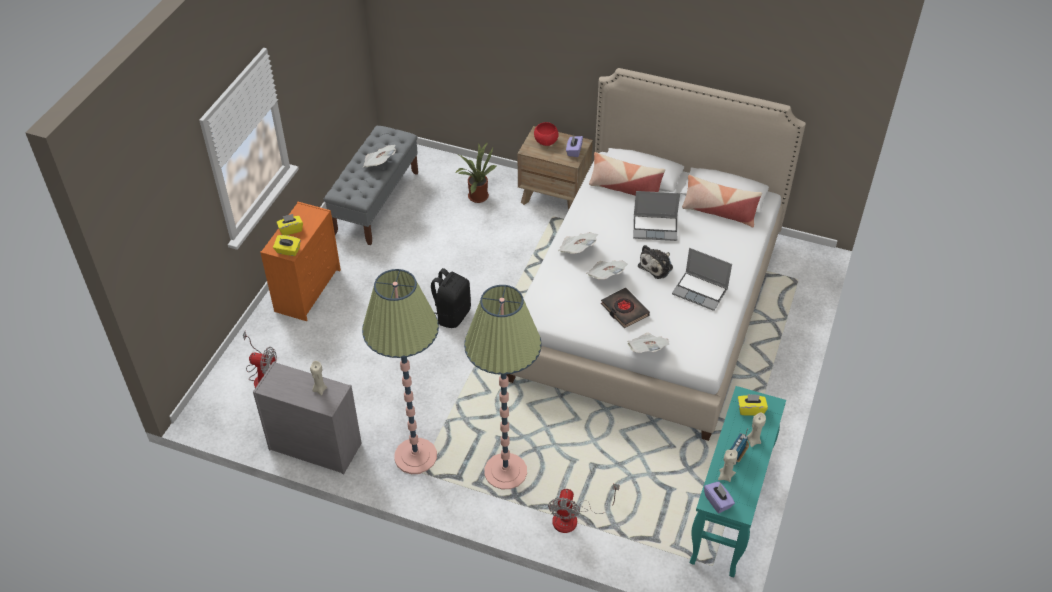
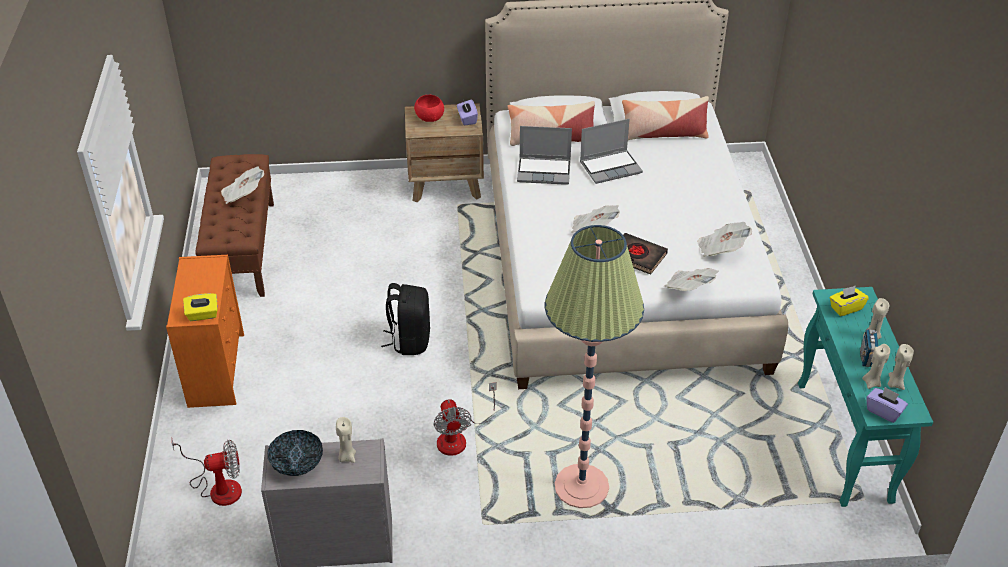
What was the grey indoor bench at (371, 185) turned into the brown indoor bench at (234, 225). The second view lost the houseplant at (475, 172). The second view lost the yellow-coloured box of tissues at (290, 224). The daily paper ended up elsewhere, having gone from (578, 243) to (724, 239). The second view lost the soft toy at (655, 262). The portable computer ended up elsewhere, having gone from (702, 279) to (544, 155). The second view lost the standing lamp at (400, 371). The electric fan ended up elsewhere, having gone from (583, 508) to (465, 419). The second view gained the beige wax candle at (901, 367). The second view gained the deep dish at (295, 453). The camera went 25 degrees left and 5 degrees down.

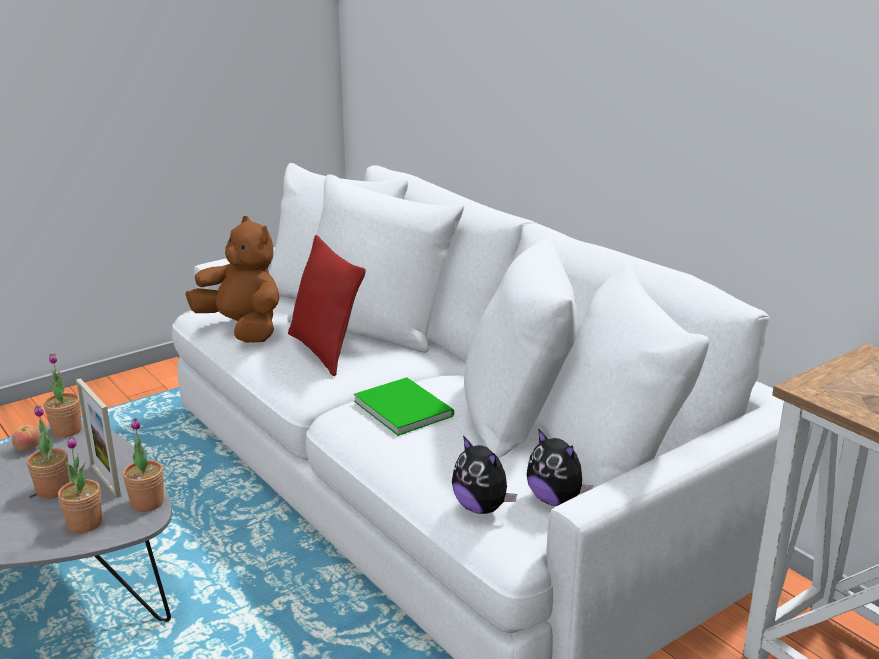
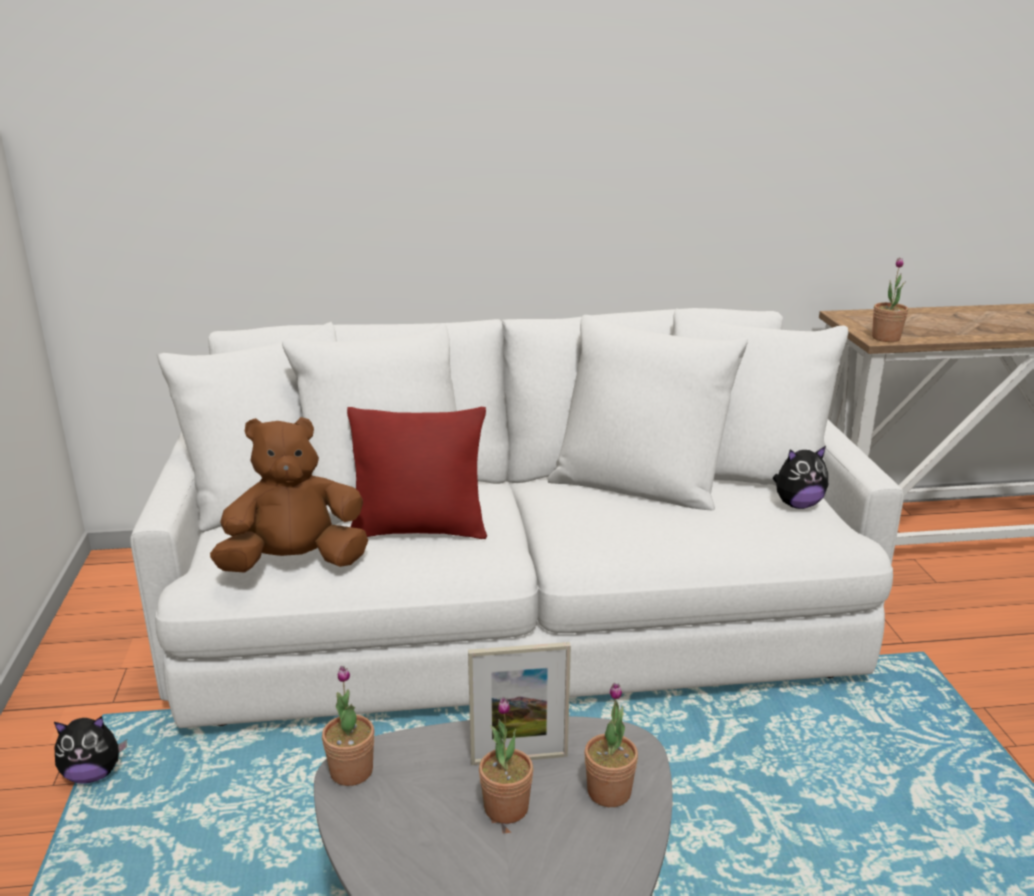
The second view lost the green volume at (404, 406). The houseplant ended up elsewhere, having gone from (143, 465) to (890, 299). The second view lost the apple fruit at (26, 438). The soft toy ended up elsewhere, having gone from (484, 474) to (90, 750). The camera went 60 degrees left and 0 degrees up.

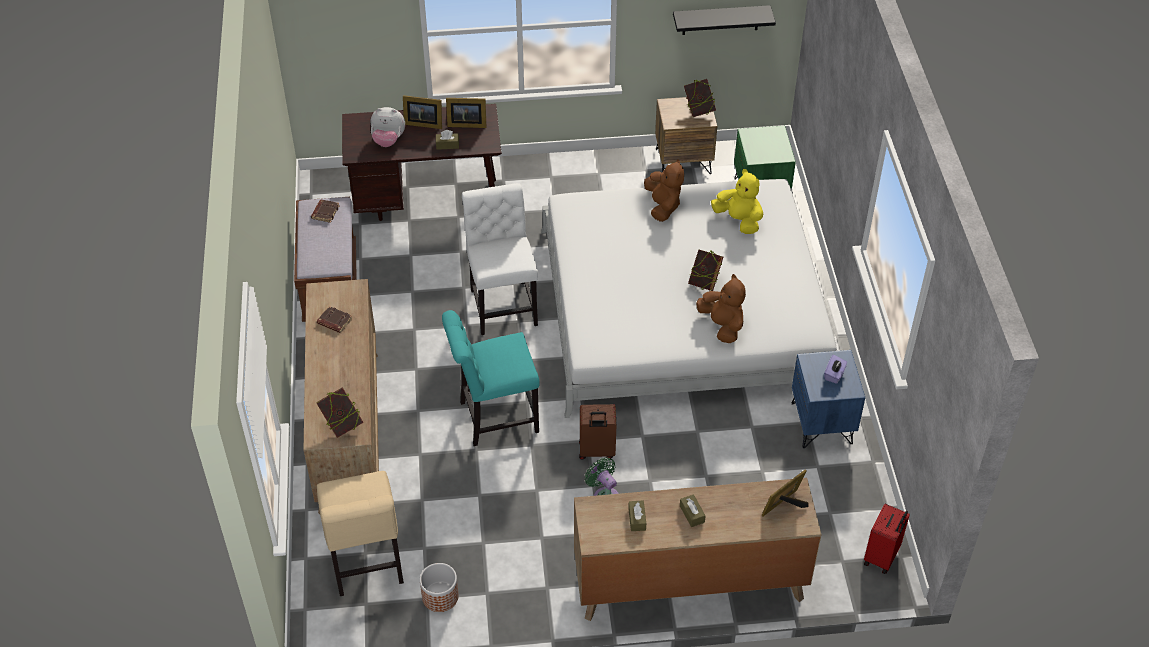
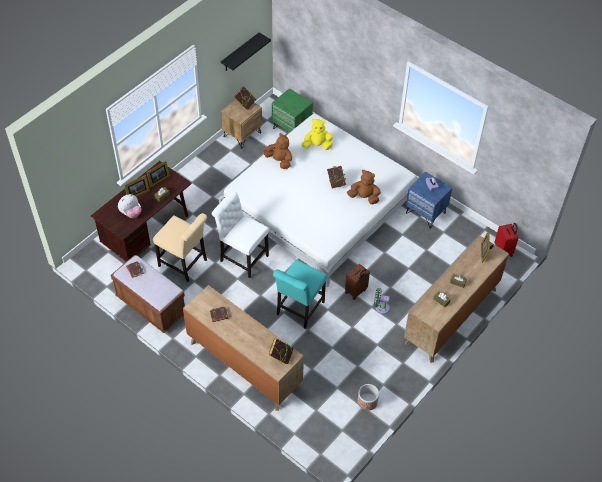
The beige plain chair ended up elsewhere, having gone from (360, 533) to (180, 247). The camera went 45 degrees left and 5 degrees up.

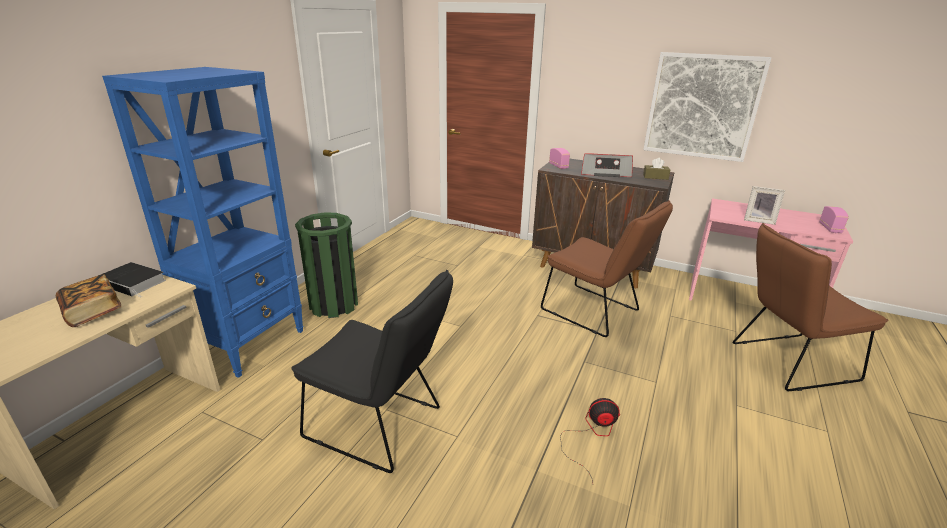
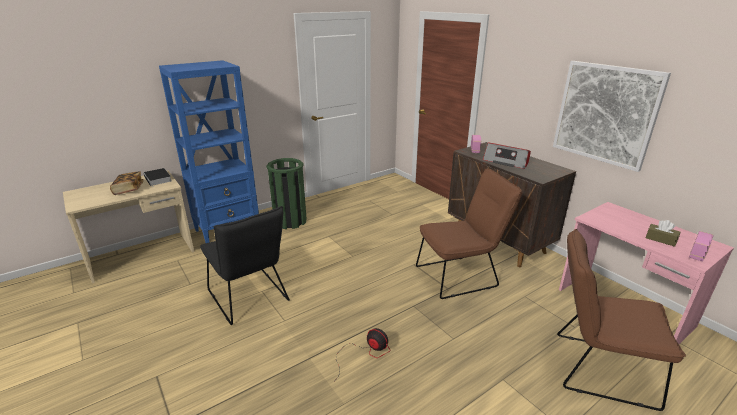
The brown box of tissues ended up elsewhere, having gone from (656, 169) to (663, 233). The second view lost the photo frame at (764, 205). The brown plain chair at (607, 268) ended up facing another way, 90 degrees counterclockwise from before. The camera went 30 degrees right and 0 degrees up.

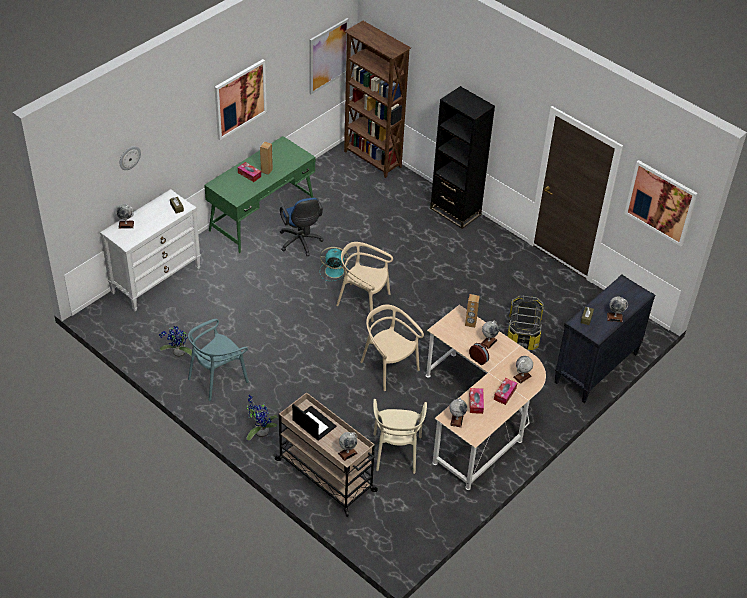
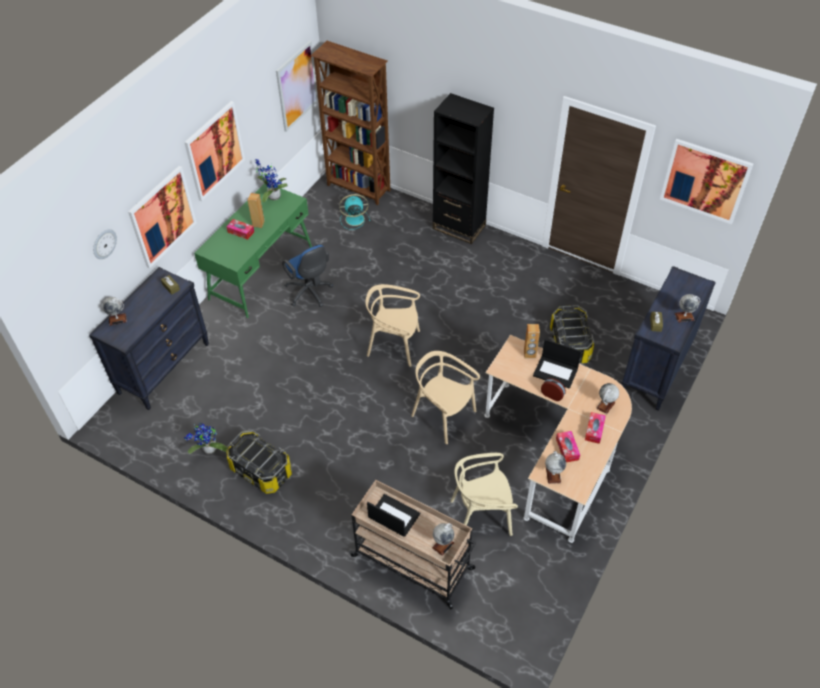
What was the white dresser at (150, 250) turned into the black-coloured dresser at (149, 338). The blue-green electric fan ended up elsewhere, having gone from (334, 264) to (354, 212). Where the blue-green plain chair stood at (218, 360), the storage bin came to stand at (259, 462). Where the world globe stood at (490, 334), the portable computer came to stand at (557, 364). The houseplant ended up elsewhere, having gone from (262, 418) to (271, 180). The beige plain chair at (400, 436) ended up facing another way, 90 degrees clockwise from before. The second view gained the picture at (162, 217). The camera went 10 degrees left and 5 degrees up.

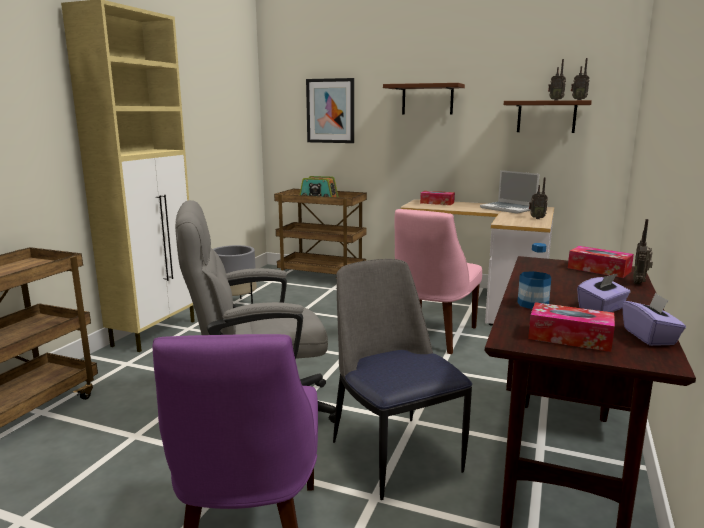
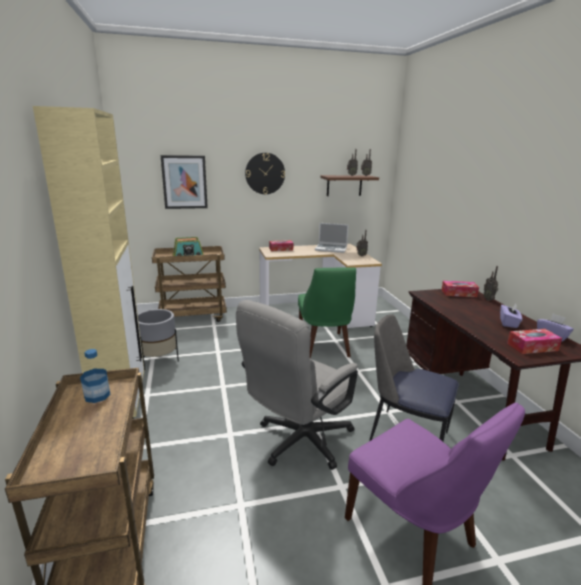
Where the brown shelf hung at (424, 99), the clock on the wall came to hang at (265, 173). What was the pinkish plain chair at (438, 281) turned into the green plain chair at (327, 313). The bottle ended up elsewhere, having gone from (534, 276) to (95, 376). The camera went 35 degrees left and 5 degrees up.

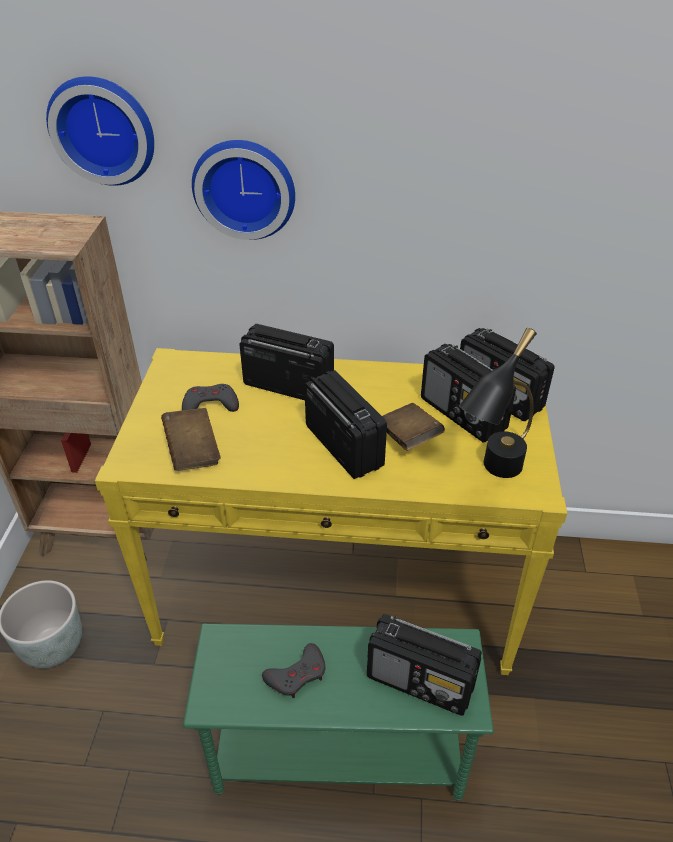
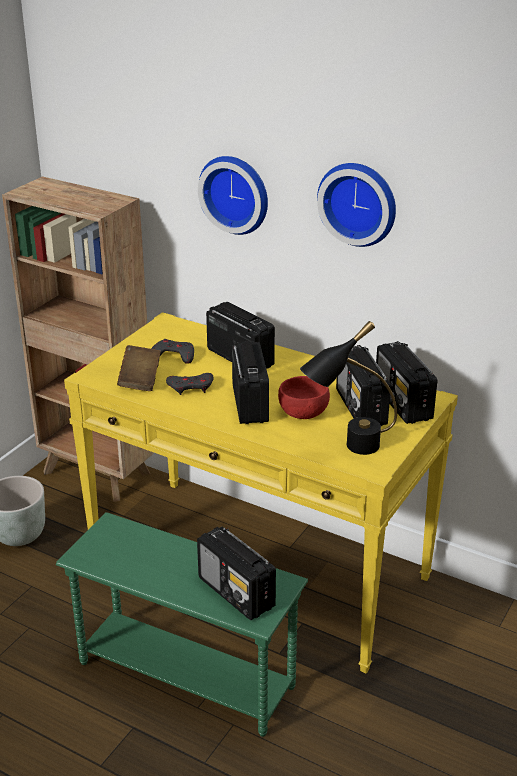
The clock on the wall ended up elsewhere, having gone from (100, 131) to (356, 205). Where the brown volume stood at (413, 427), the red deep dish came to stand at (304, 397). The grey gamepad ended up elsewhere, having gone from (293, 670) to (190, 384). The camera went 25 degrees right and 10 degrees down.

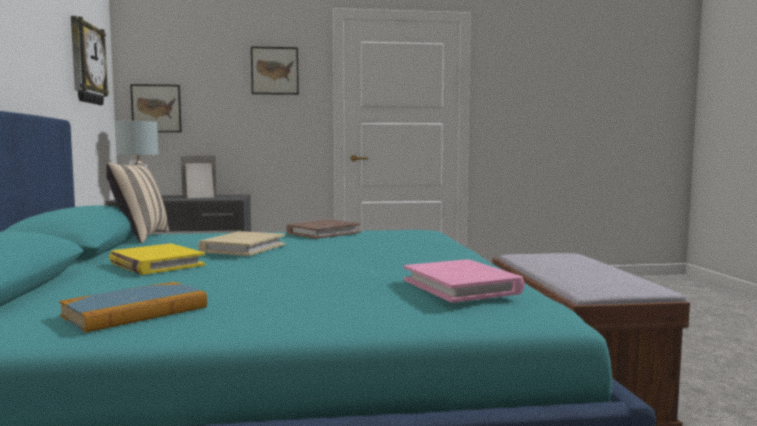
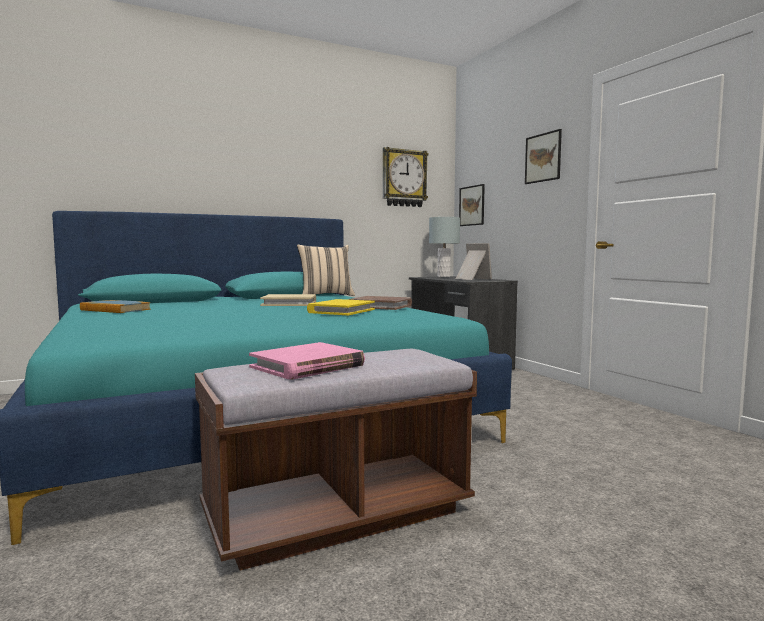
The yellow-coloured volume ended up elsewhere, having gone from (157, 259) to (341, 307). The pinkish volume ended up elsewhere, having gone from (464, 281) to (307, 360). The camera went 70 degrees right and 0 degrees up.

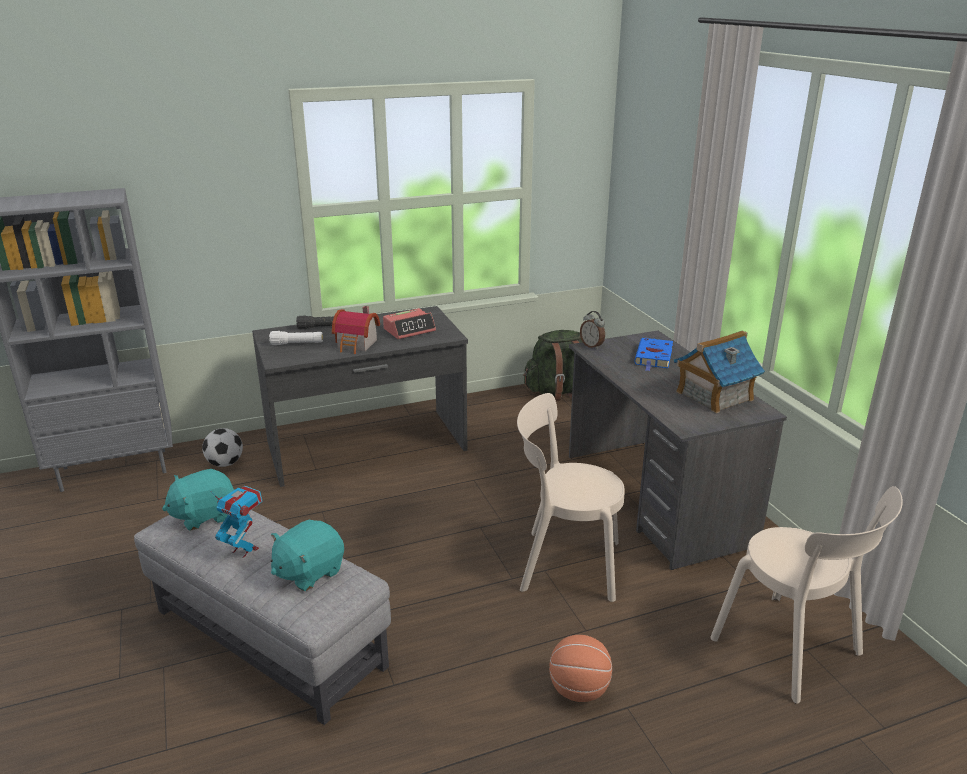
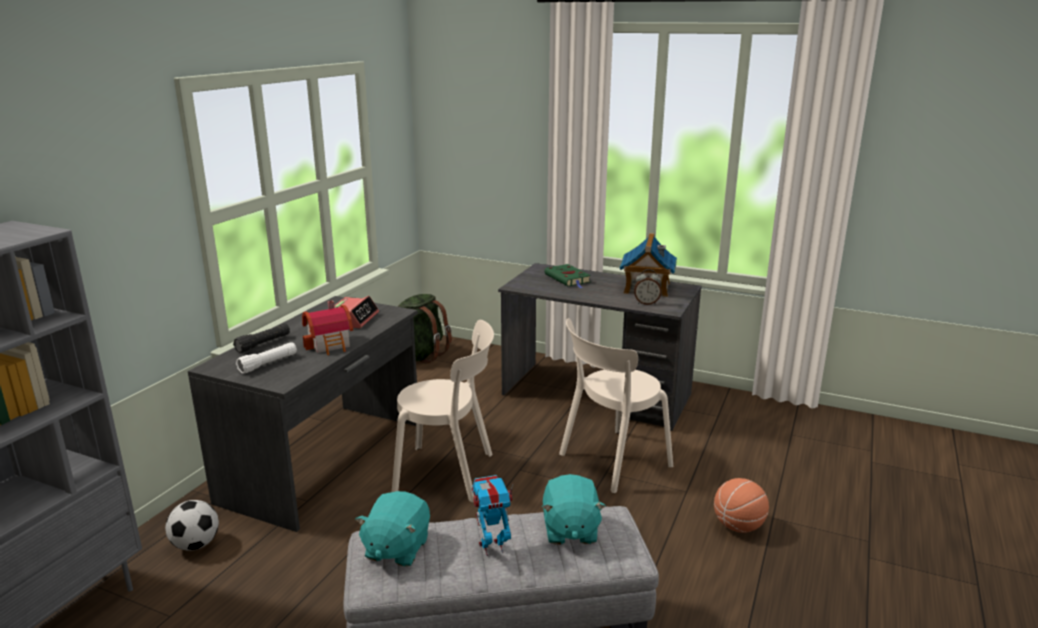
The alarm clock ended up elsewhere, having gone from (592, 330) to (647, 287). What was the blue-coloured volume at (653, 354) turned into the green volume at (567, 276). The beige plain chair ended up elsewhere, having gone from (806, 595) to (443, 411). The camera went 45 degrees left and 5 degrees down.

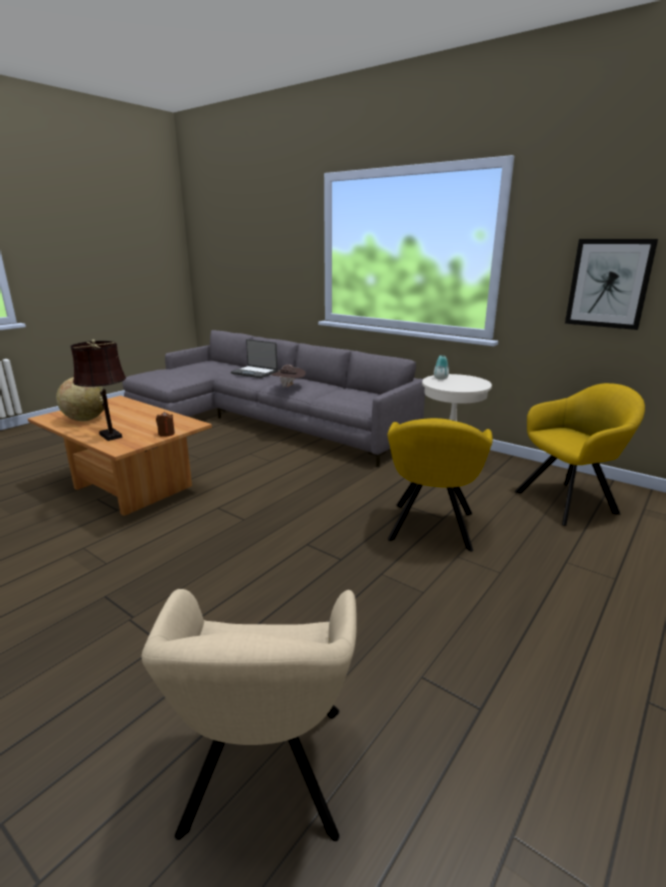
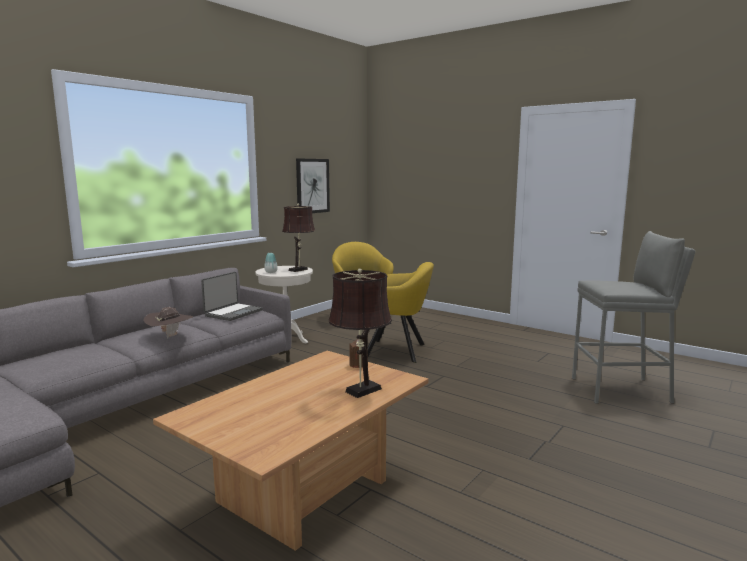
The portable computer ended up elsewhere, having gone from (254, 358) to (232, 296). The second view lost the world globe at (80, 399). Where the beige lounge chair stood at (249, 715), the grey sitting stool came to stand at (633, 317). The second view gained the brown tabletop lamp at (298, 238). The camera went 90 degrees left and 10 degrees down.

